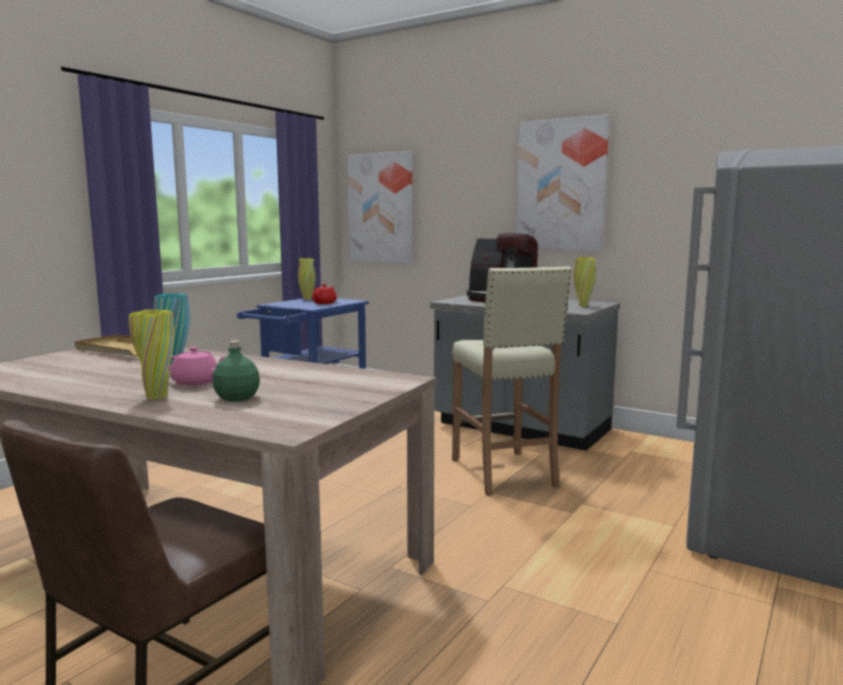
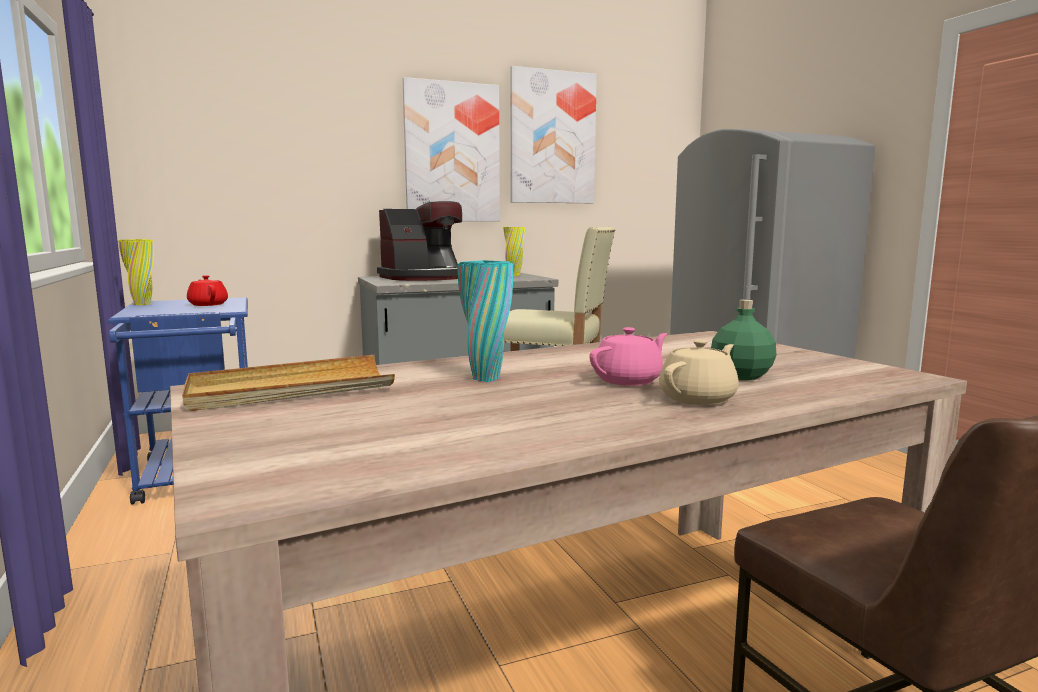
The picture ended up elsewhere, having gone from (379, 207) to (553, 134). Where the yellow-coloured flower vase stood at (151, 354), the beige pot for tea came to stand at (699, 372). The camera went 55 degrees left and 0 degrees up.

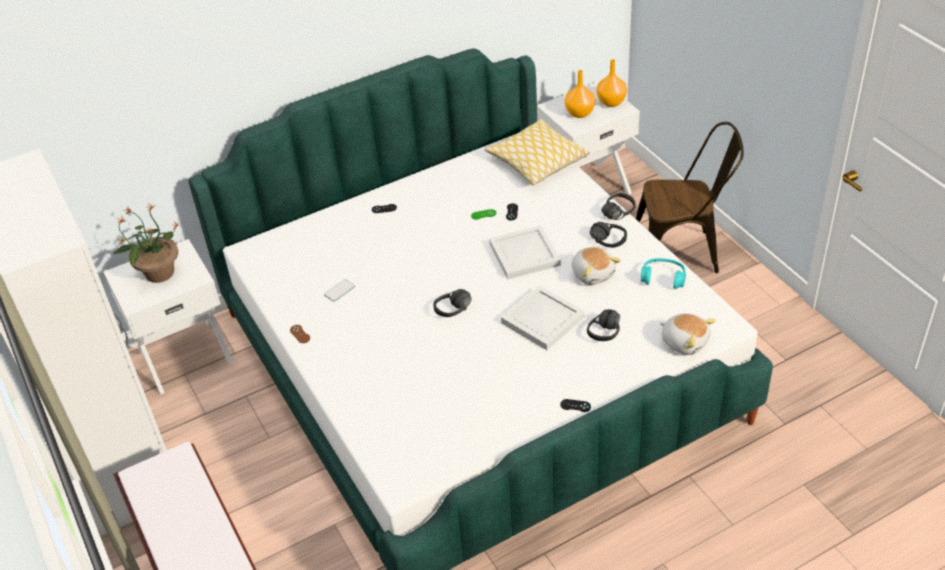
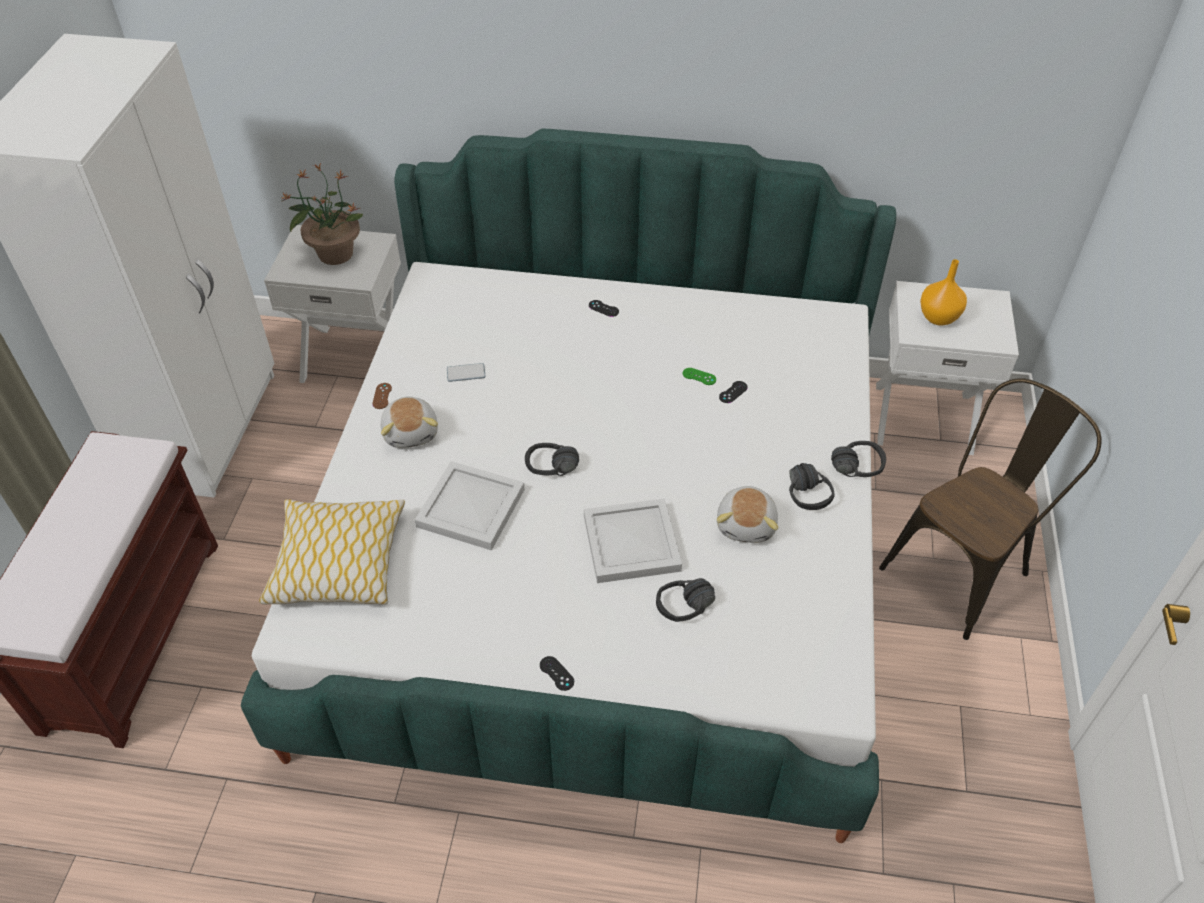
The second view lost the orange flower vase at (611, 83). The pillow ended up elsewhere, having gone from (537, 152) to (332, 552). The brown plain chair at (690, 197) ended up facing another way, 75 degrees counterclockwise from before. The white tray ended up elsewhere, having gone from (525, 252) to (470, 506). The second view lost the blue-green headset at (663, 273). The soft toy ended up elsewhere, having gone from (688, 334) to (409, 422). The camera went 35 degrees right and 5 degrees up.

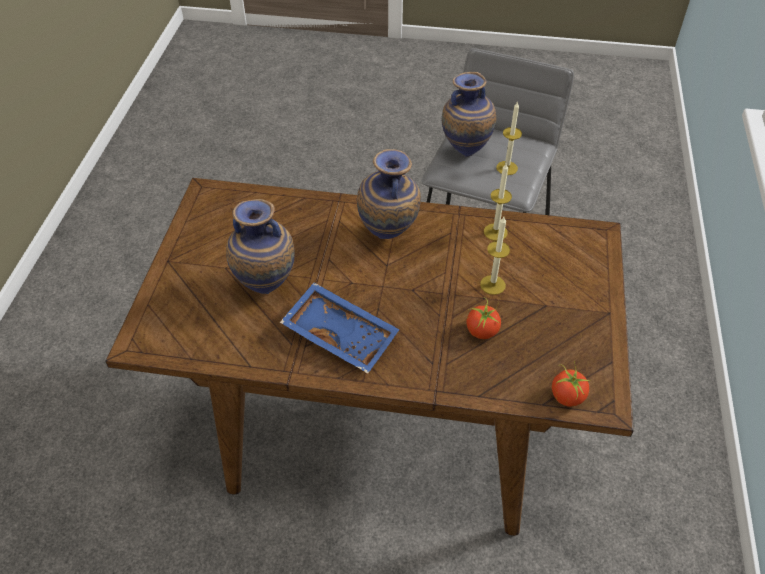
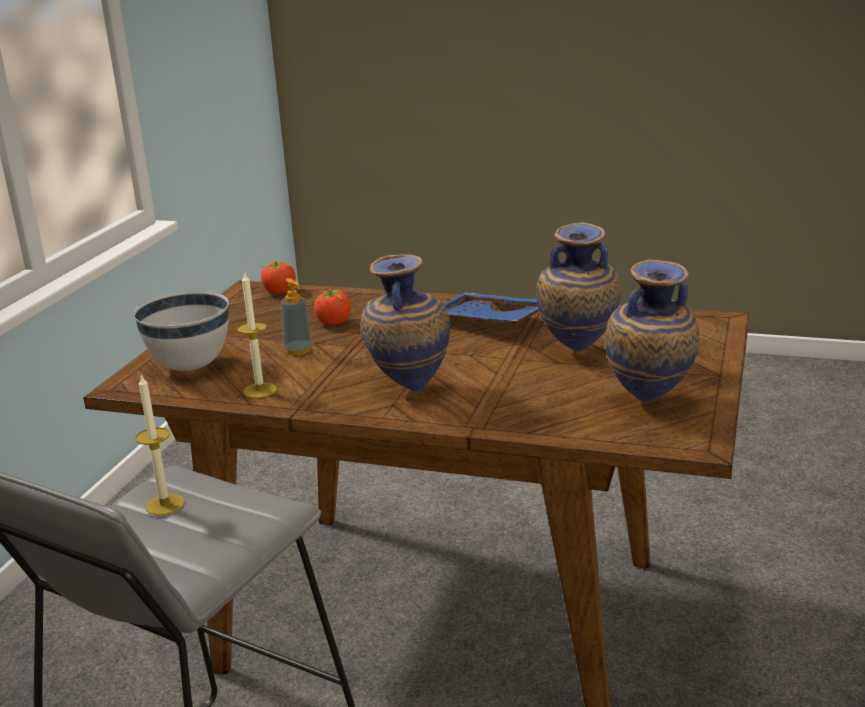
The flower vase ended up elsewhere, having gone from (469, 114) to (652, 331). Where the wax candle stood at (495, 256), the soap bottle came to stand at (296, 316). The second view gained the white deep dish at (181, 331). The camera went 170 degrees left and 25 degrees down.

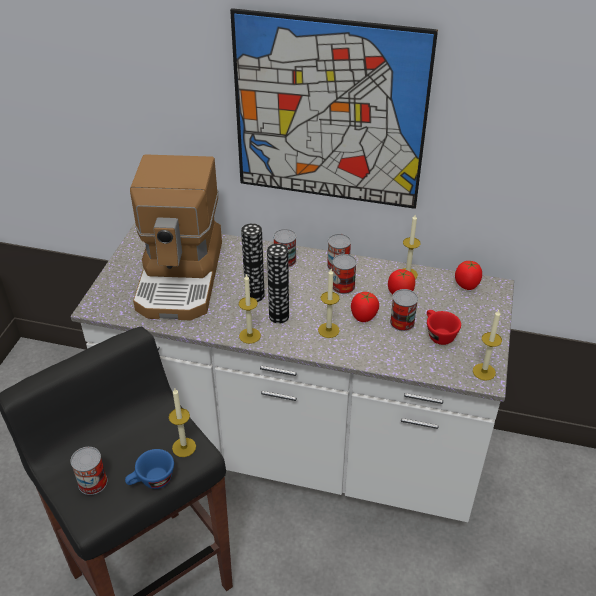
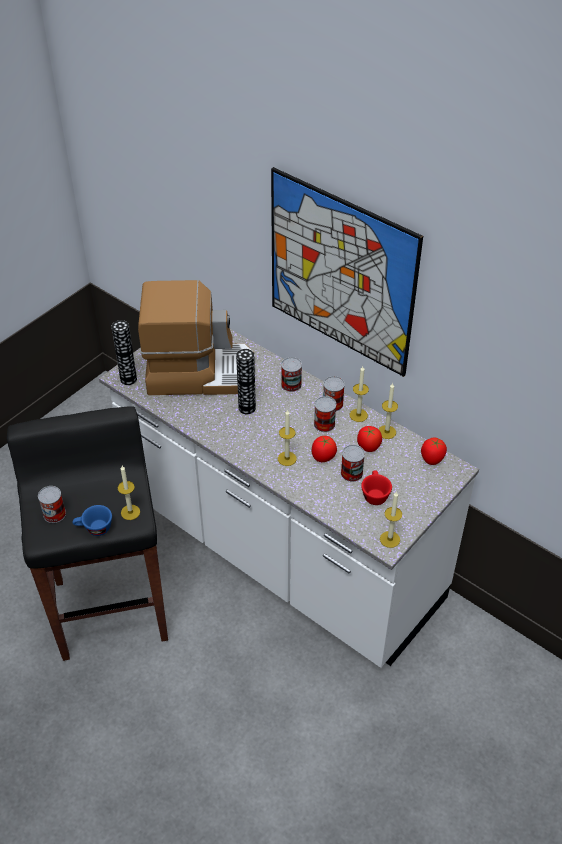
The coffee maker at (176, 237) ended up facing another way, 120 degrees counterclockwise from before. The flower vase ended up elsewhere, having gone from (278, 283) to (124, 352). The wax candle ended up elsewhere, having gone from (250, 309) to (359, 394). The camera went 25 degrees right and 5 degrees up.

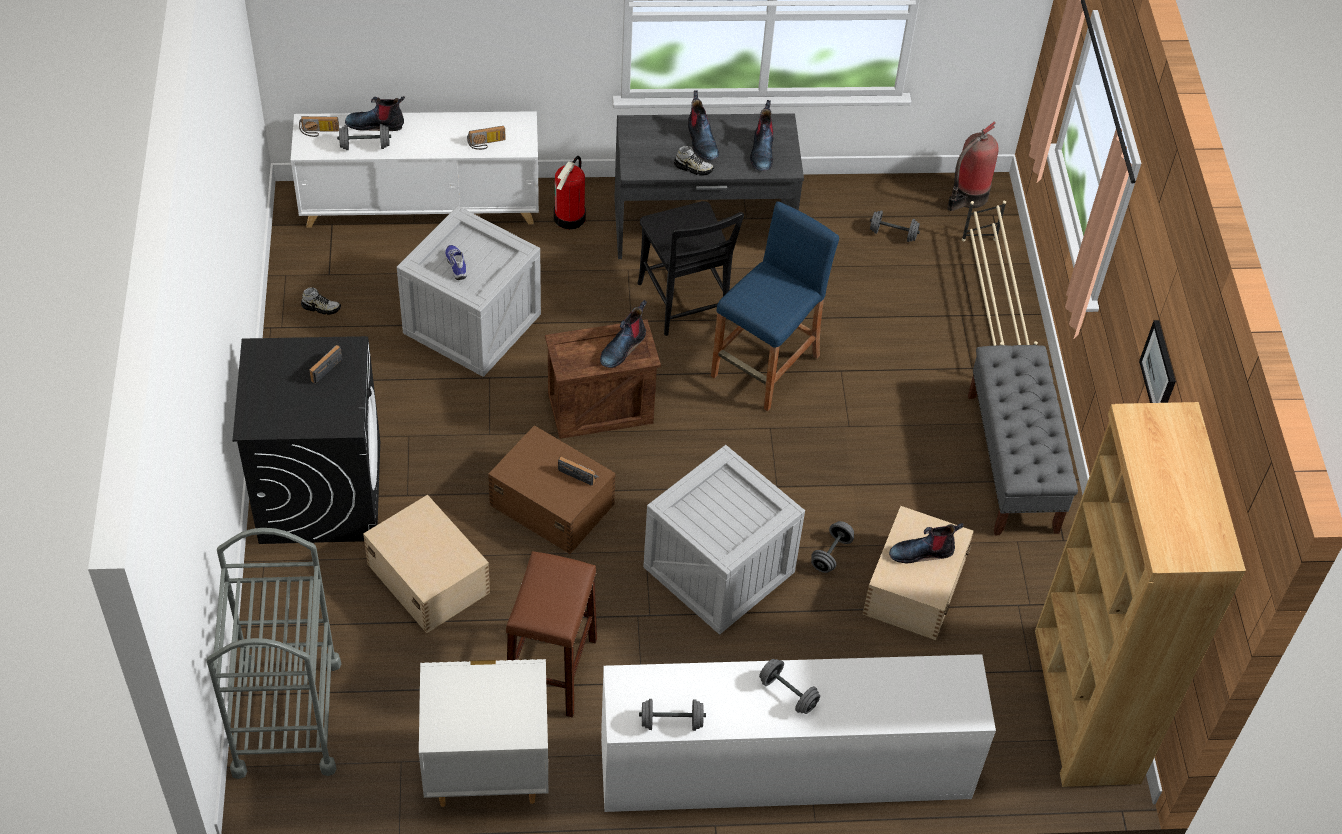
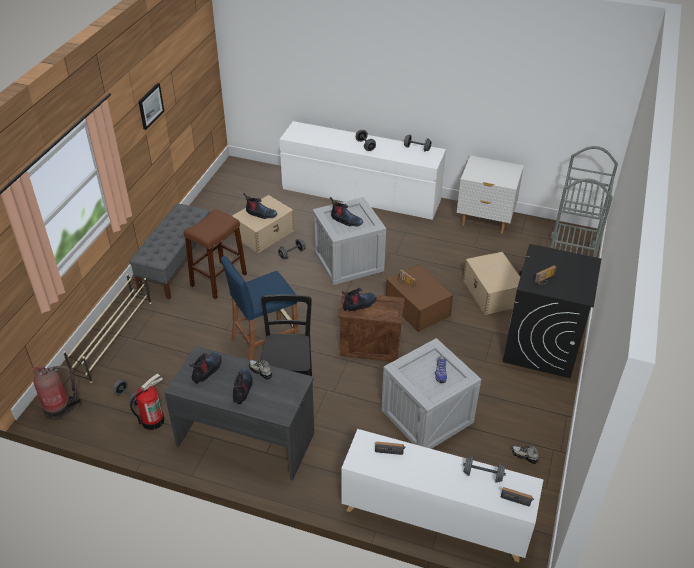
The boot ended up elsewhere, having gone from (375, 113) to (346, 212). The extinguisher ended up elsewhere, having gone from (570, 192) to (147, 401). The second view lost the brown bookcase at (1140, 594). The brown sitting stool ended up elsewhere, having gone from (551, 634) to (215, 254). The camera went 155 degrees left and 10 degrees down.

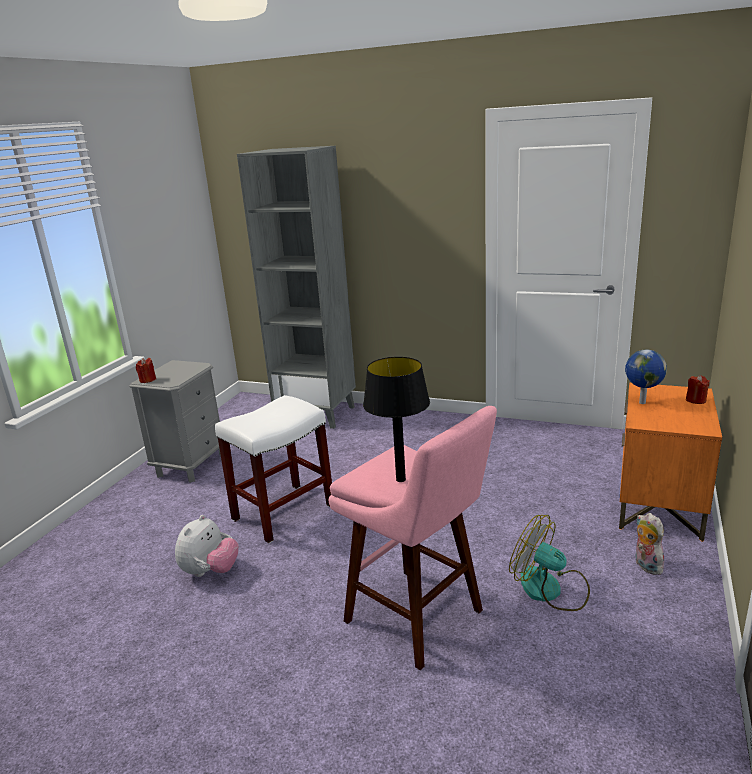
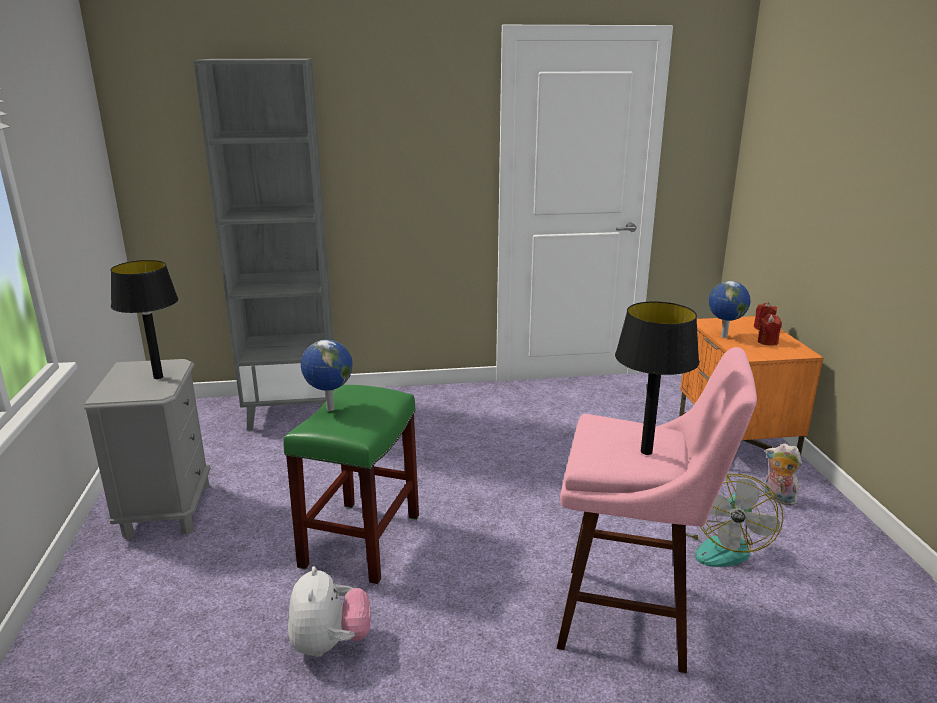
The red wax candle ended up elsewhere, having gone from (146, 370) to (770, 330). What was the white sitting stool at (273, 469) turned into the green sitting stool at (351, 484). The electric fan at (549, 563) ended up facing another way, 75 degrees counterclockwise from before. The second view gained the black-coloured tabletop lamp at (144, 319). The second view gained the world globe at (327, 375). The camera went 30 degrees left and 0 degrees up.

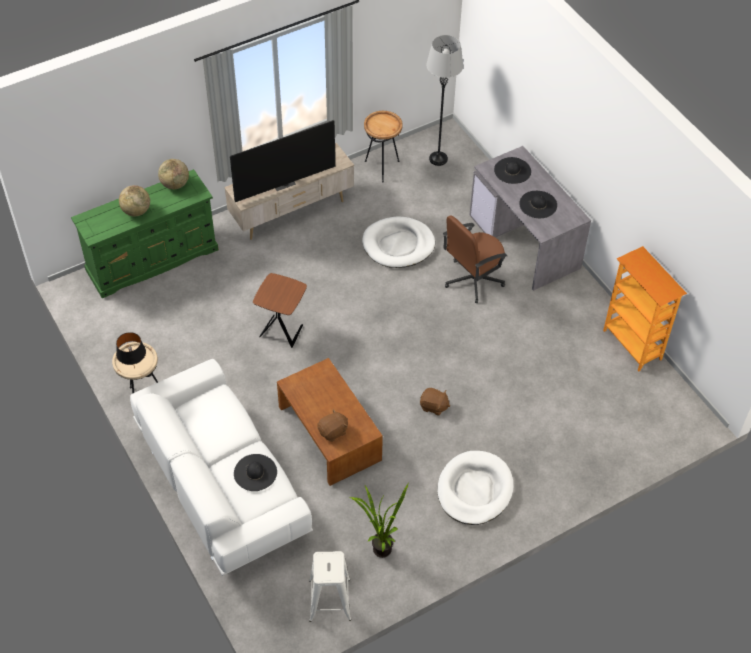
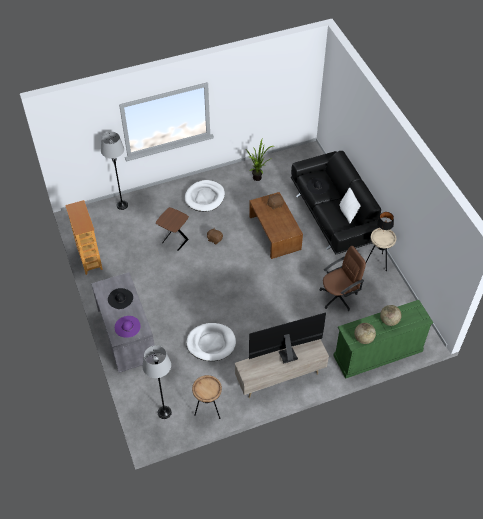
What was the black-coloured clothing hat at (512, 170) turned into the purple-coloured clothing hat at (128, 327). The brown desk chair ended up elsewhere, having gone from (475, 259) to (342, 278). The brown side table ended up elsewhere, having gone from (280, 310) to (172, 229). What was the white sofa at (221, 467) turned into the black-coloured sofa at (336, 203). The second view lost the white sitting stool at (330, 586). The second view gained the grey standing lamp at (114, 171). The second view gained the white pillow at (350, 205). The camera went 170 degrees left and 0 degrees up.

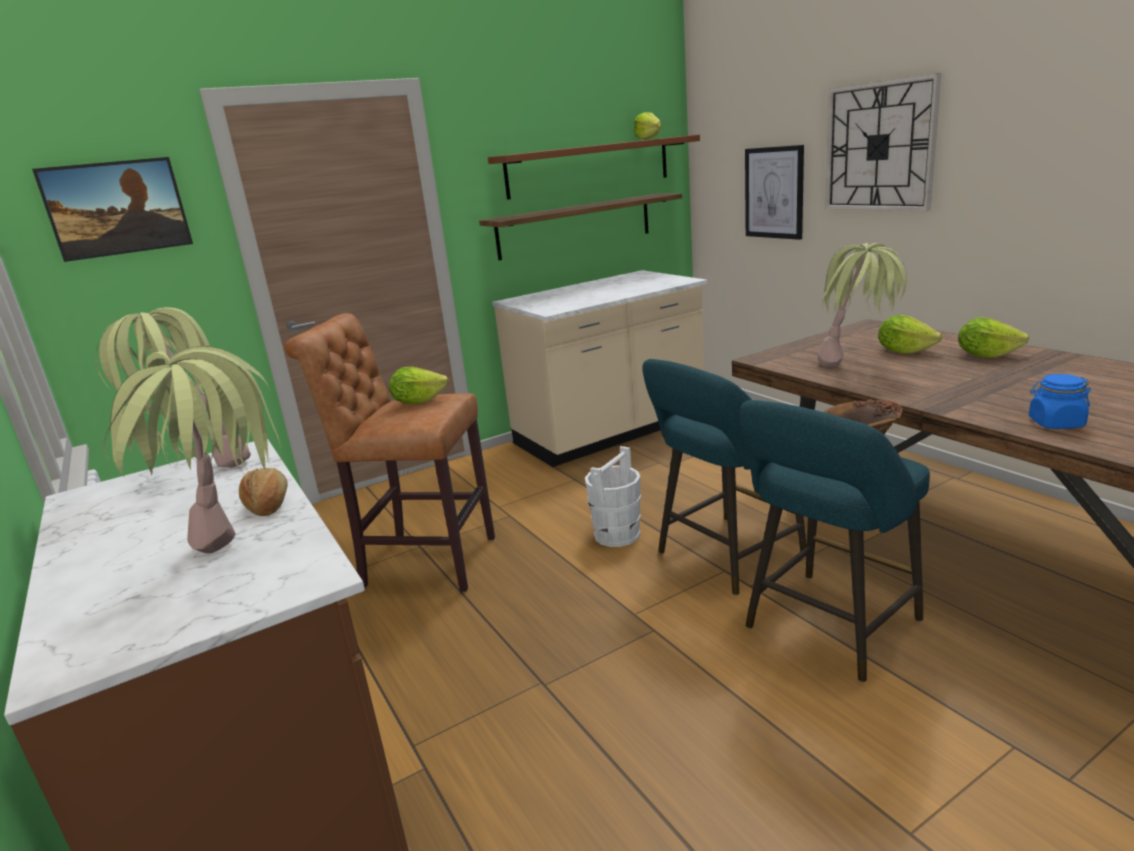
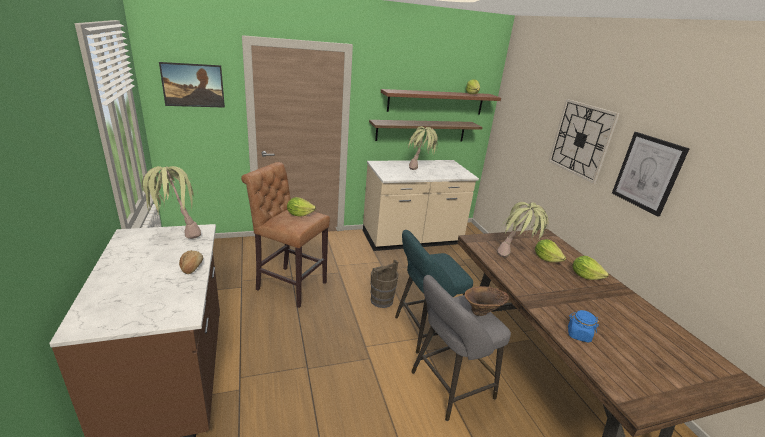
The picture ended up elsewhere, having gone from (774, 192) to (651, 174). The houseplant ended up elsewhere, having gone from (192, 450) to (422, 148). What was the blue-green sitting stool at (835, 541) turned into the grey sitting stool at (461, 348). What was the white bucket at (613, 496) turned into the brown bucket at (384, 284). The camera went 10 degrees right and 5 degrees up.

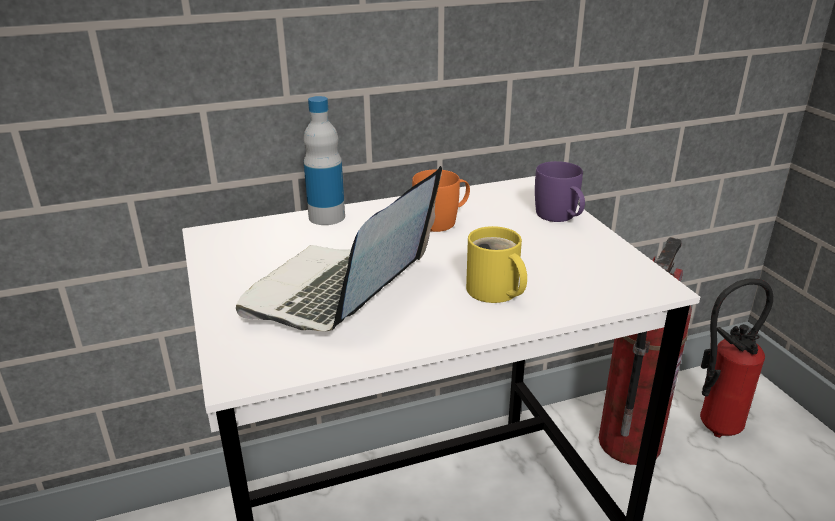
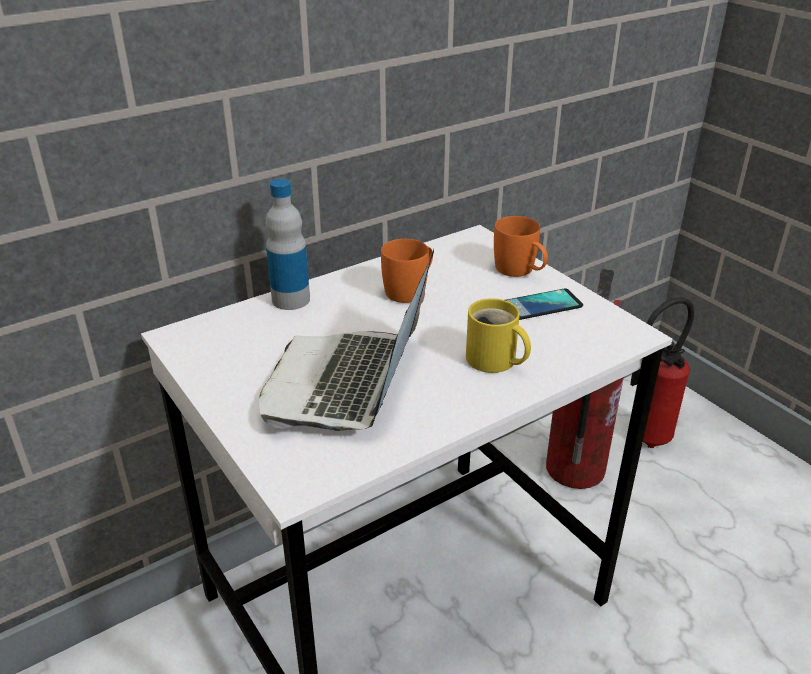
What was the purple-coloured tea mug at (560, 191) turned into the orange tea mug at (521, 246). The second view gained the phone at (544, 304). The camera went 15 degrees left and 5 degrees up.

